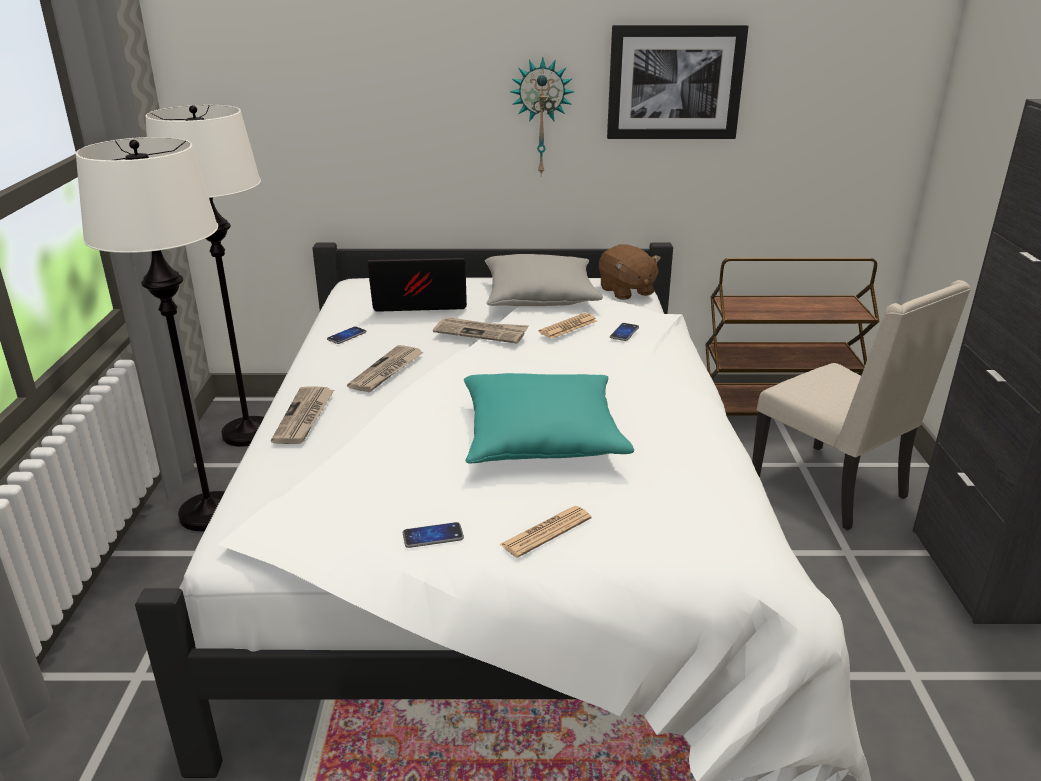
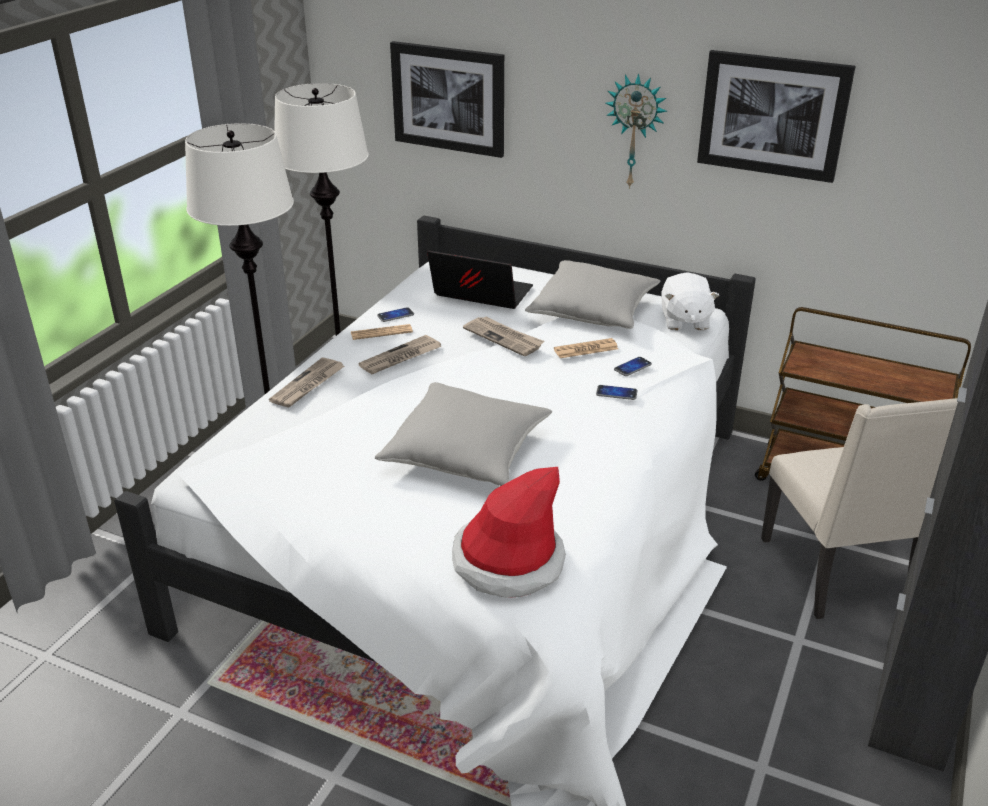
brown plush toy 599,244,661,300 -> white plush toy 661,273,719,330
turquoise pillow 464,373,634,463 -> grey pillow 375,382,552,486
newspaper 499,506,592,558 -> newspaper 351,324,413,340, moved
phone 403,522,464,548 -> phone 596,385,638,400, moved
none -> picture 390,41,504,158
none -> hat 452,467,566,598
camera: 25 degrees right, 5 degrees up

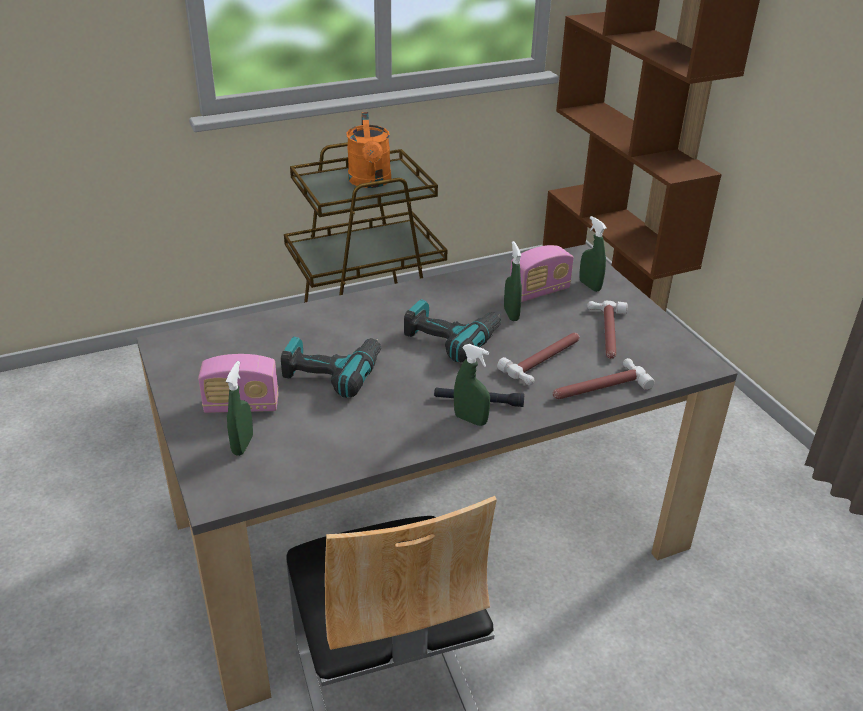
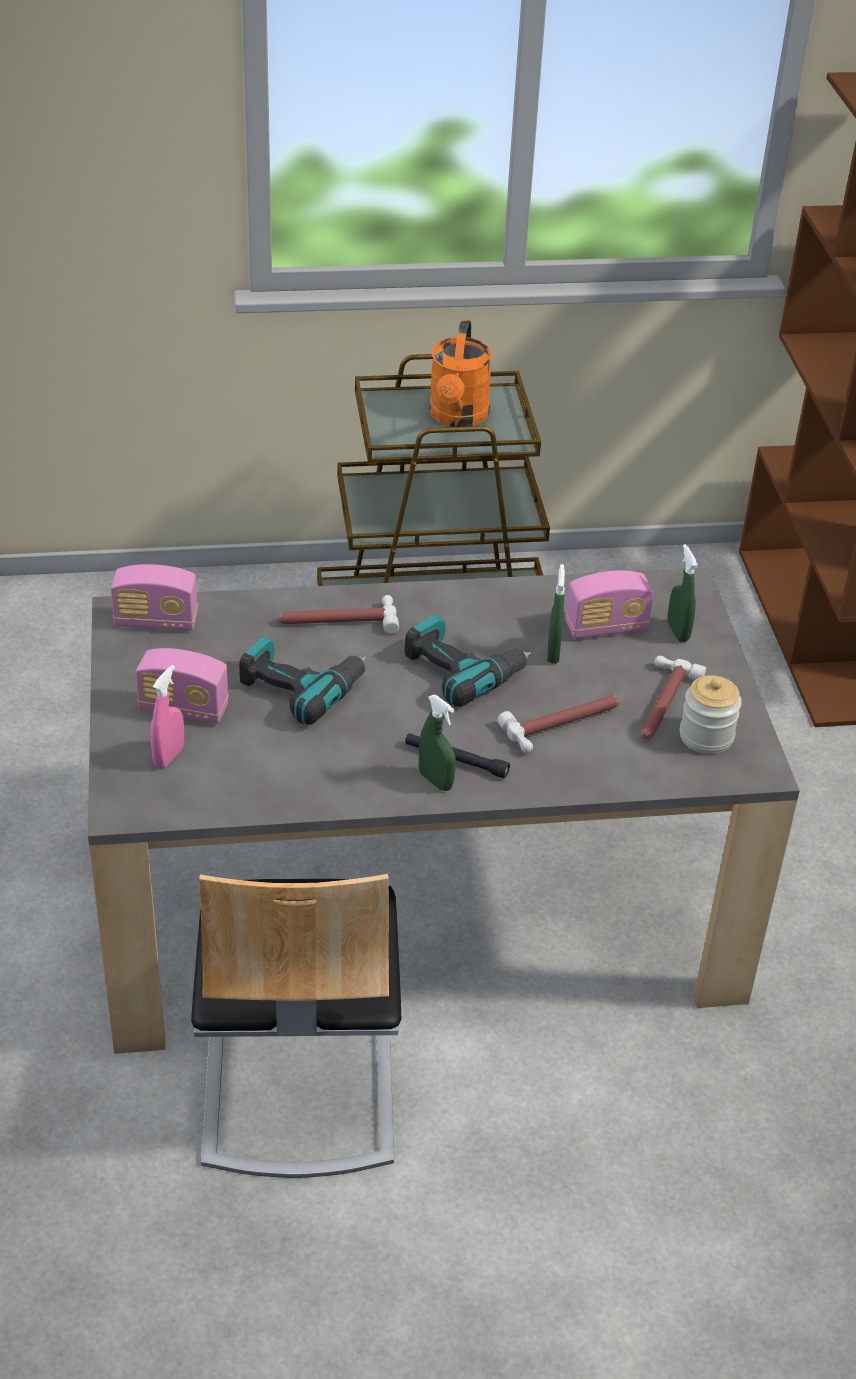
hammer 553,358,655,399 -> hammer 277,595,399,634, moved
green spray bottle 226,361,253,456 -> pink spray bottle 150,665,184,768
none -> radio 111,564,198,631
none -> jar 680,675,742,754
camera: 15 degrees right, 5 degrees up

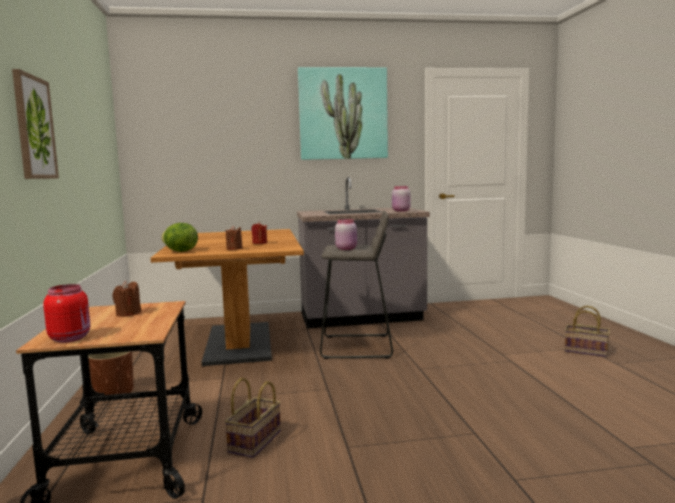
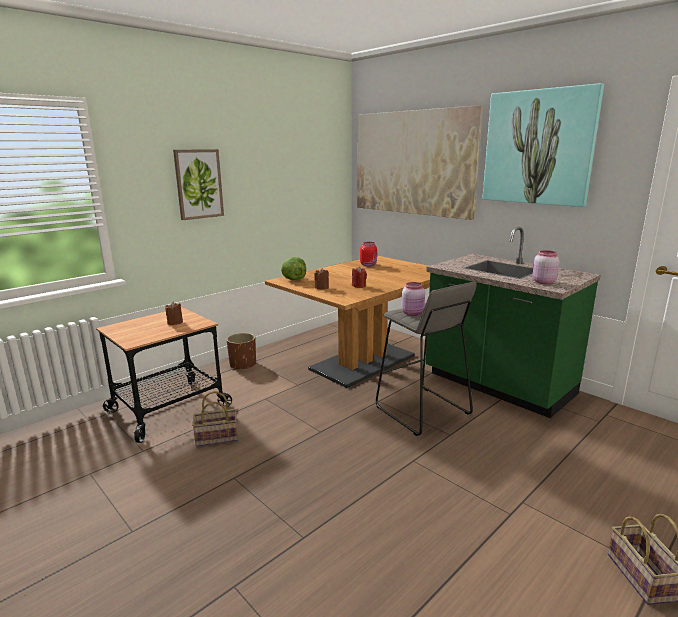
grey counter 297,177,430,329 -> green counter 426,227,601,418
red jar 43,284,90,343 -> red jar 360,242,377,267, moved
none -> picture 357,105,483,220
camera: 55 degrees right, 10 degrees up

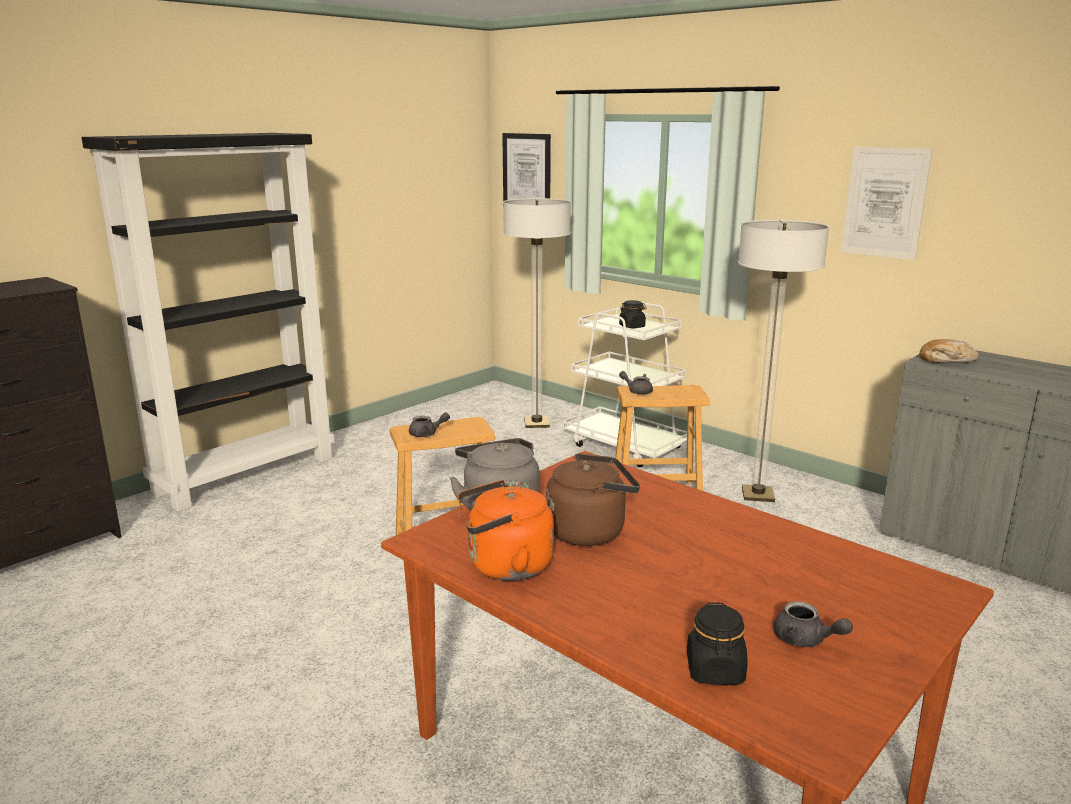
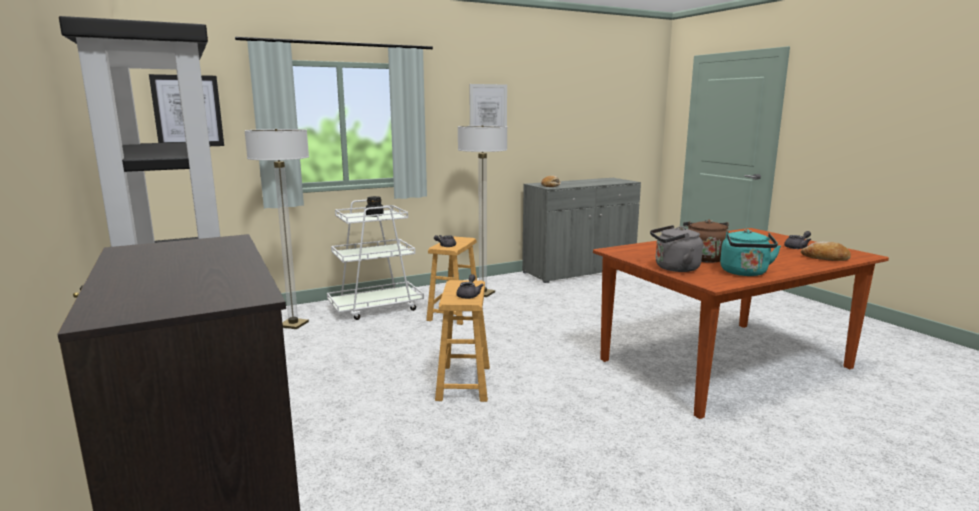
orange kettle 458,480,554,581 -> turquoise kettle 720,229,781,276
black jar 687,602,748,685 -> bread 801,242,851,261
camera: 70 degrees left, 5 degrees down

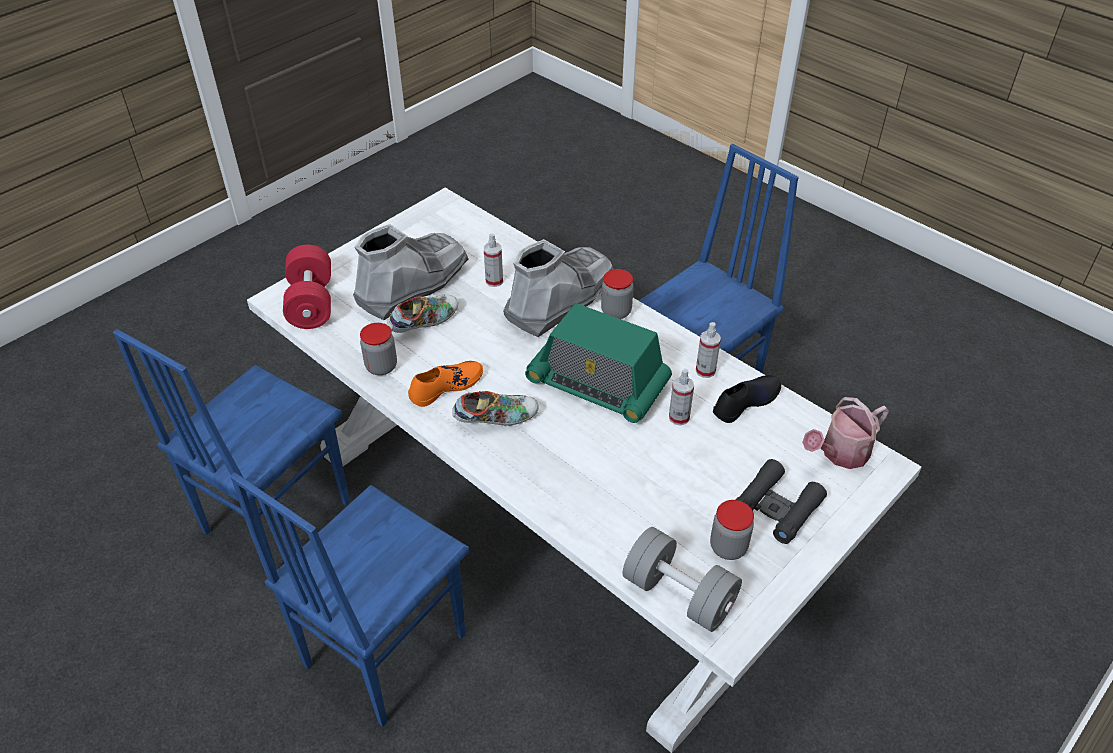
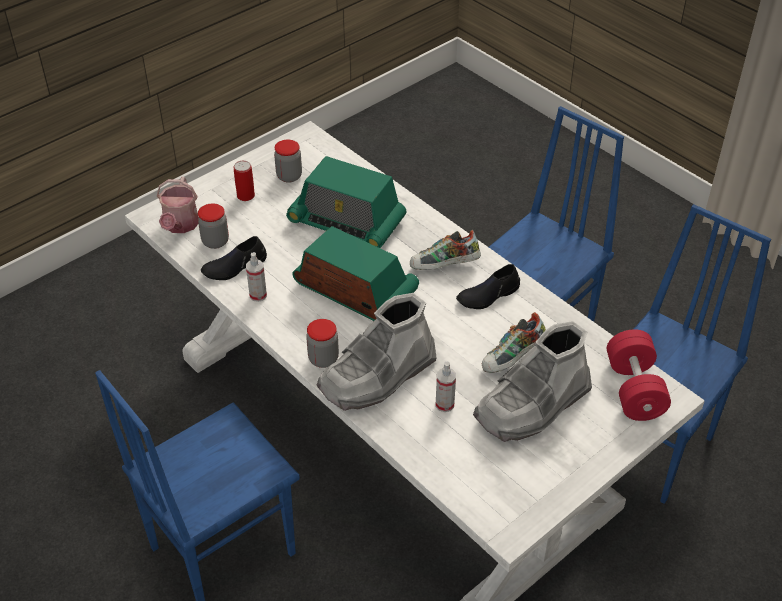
jar 360,323,397,375 -> jar 198,203,229,249, moved
orange shoe 408,361,483,407 -> black shoe 456,264,520,309
spray bottle 669,368,694,426 -> none
watering can 802,397,889,469 -> watering can 157,177,198,233, 120 degrees clockwise
black binoculars 735,459,827,544 -> can 234,161,255,201
grey dumbbell 623,527,742,632 -> none
none -> radio 286,156,407,248
camera: 175 degrees left, 0 degrees up

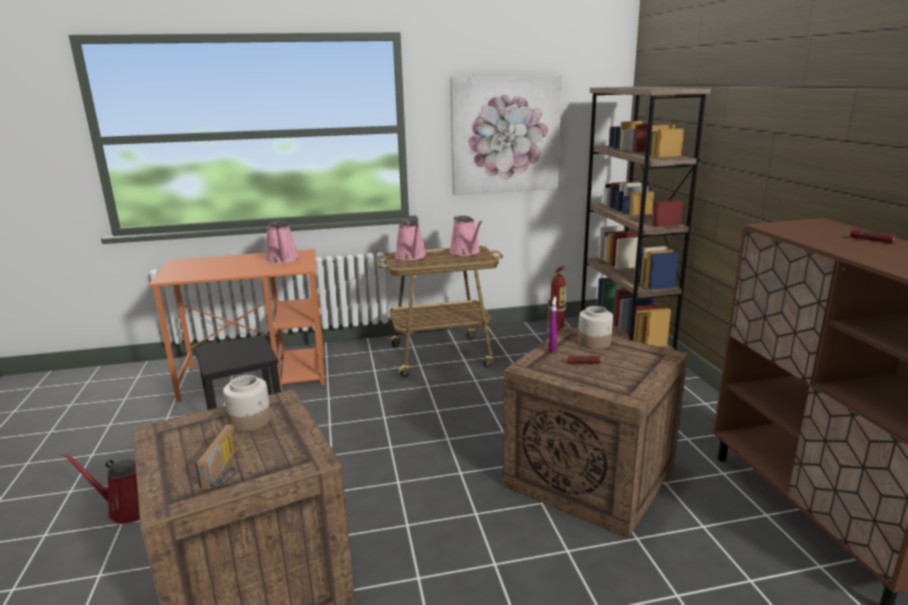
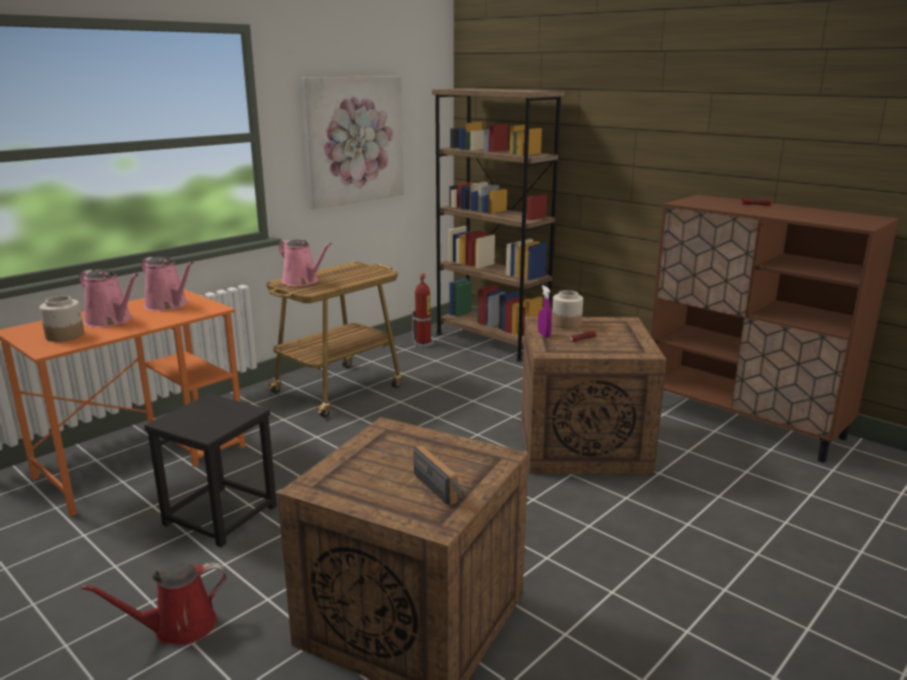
pink watering can 449,215,482,256 -> pink watering can 79,269,138,327, moved
jar 223,375,271,432 -> jar 39,296,84,342, moved
camera: 35 degrees left, 0 degrees up

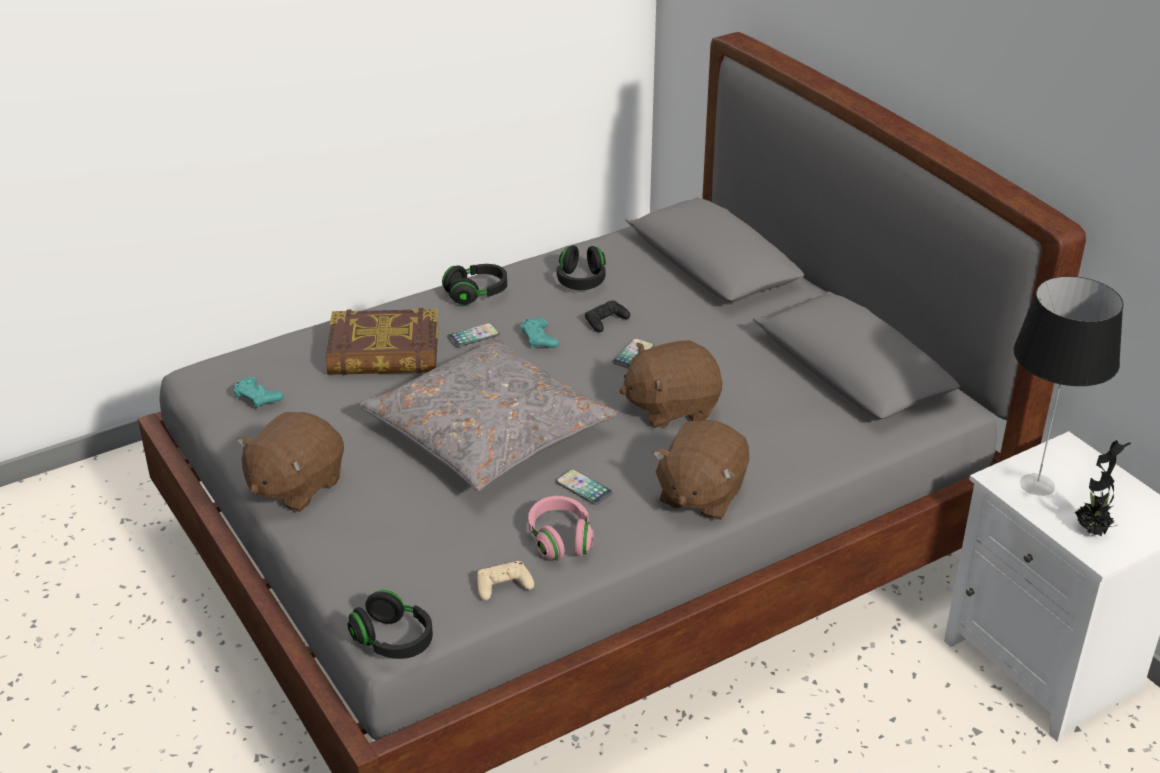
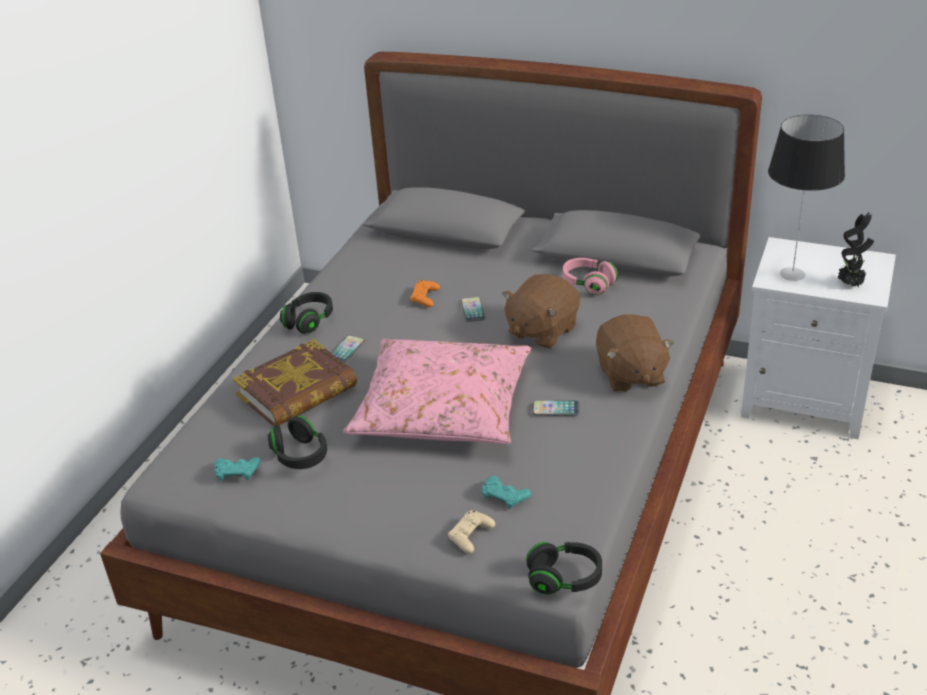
black headphones 557,245,606,290 -> black headphones 268,416,327,469, moved
black game controller 585,301,630,332 -> orange game controller 410,280,440,307
turquoise game controller 521,318,559,348 -> turquoise game controller 482,476,531,509, moved
grey pillow 358,338,618,491 -> pink pillow 343,339,531,445
brown plush toy 237,412,344,512 -> none
pink headphones 528,496,594,561 -> pink headphones 563,258,618,295, moved
beige game controller 477,561,534,601 -> beige game controller 448,510,495,554, moved
camera: 35 degrees left, 0 degrees up

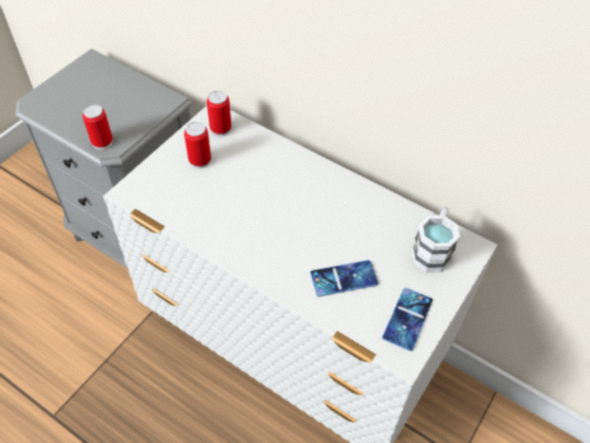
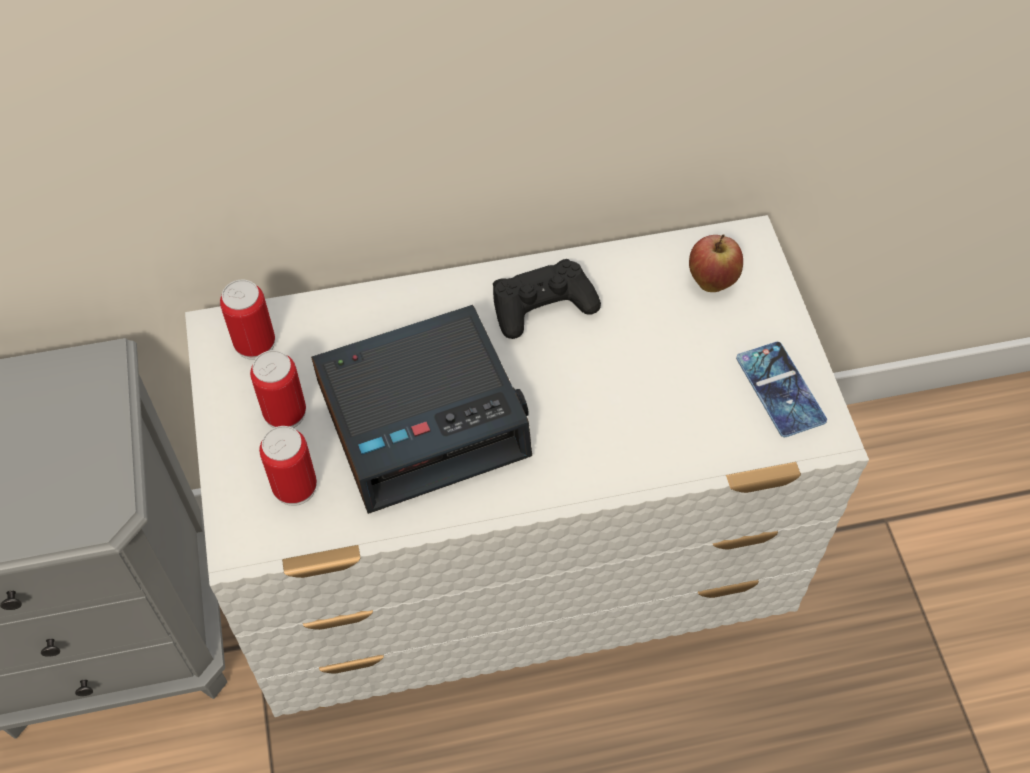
can 83,105,113,150 -> can 259,426,317,506, moved
white mug 412,206,460,273 -> apple 689,234,743,292
phone 310,260,378,297 -> none
none -> black game controller 493,259,601,339
none -> alarm clock 311,305,532,514
camera: 45 degrees left, 5 degrees up

